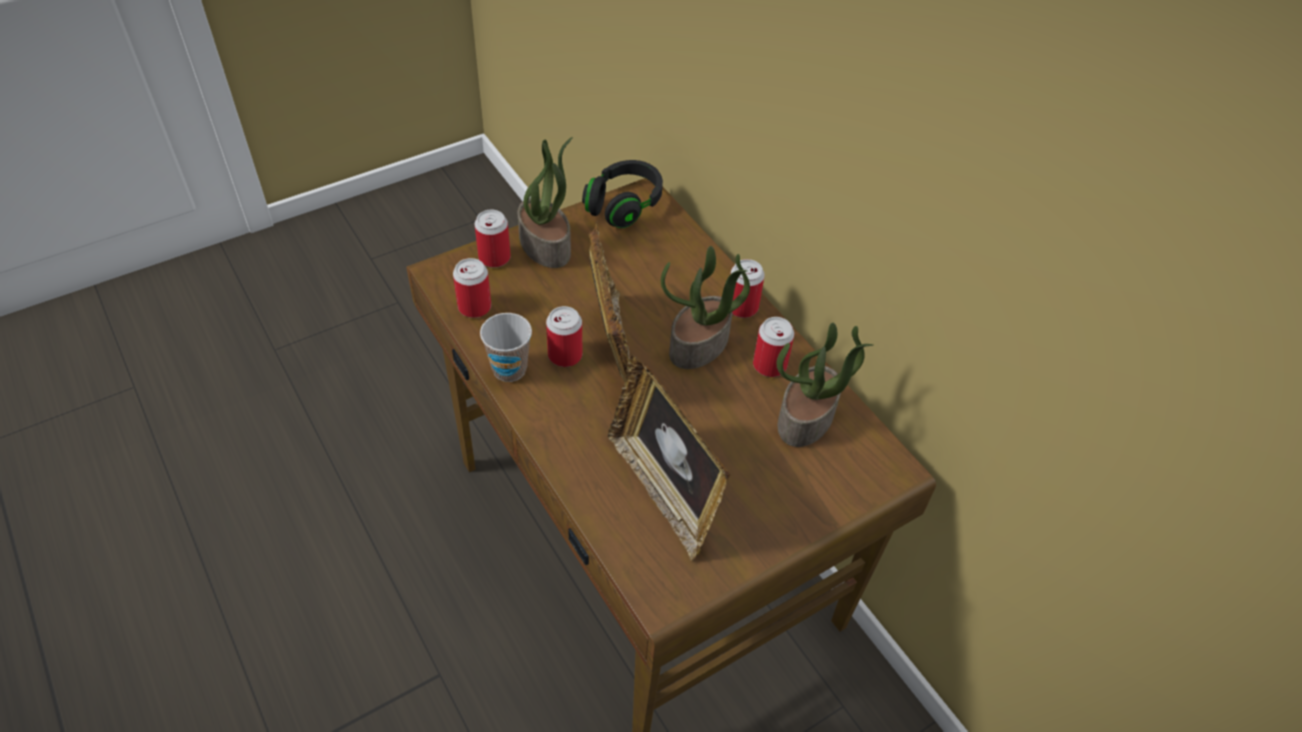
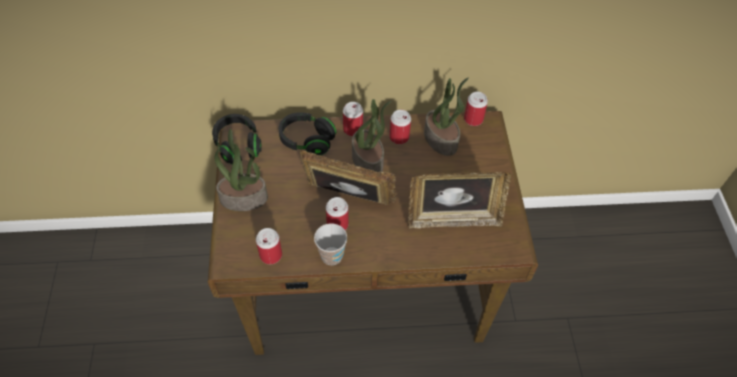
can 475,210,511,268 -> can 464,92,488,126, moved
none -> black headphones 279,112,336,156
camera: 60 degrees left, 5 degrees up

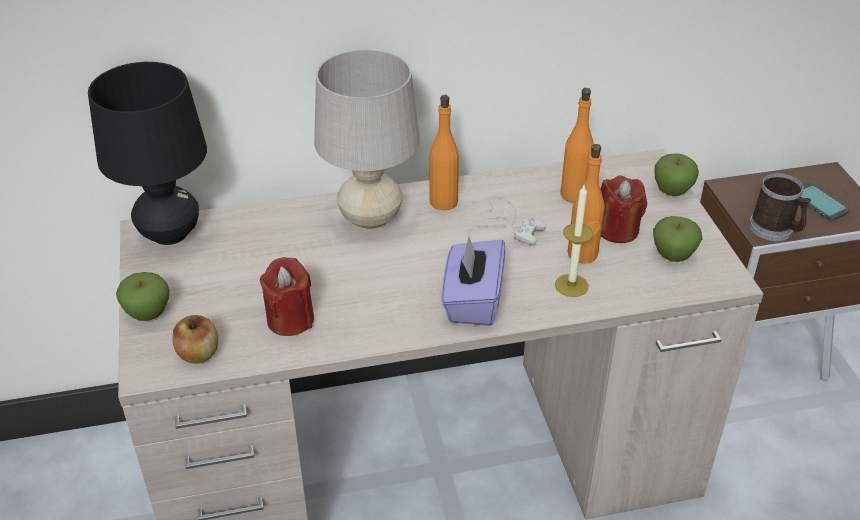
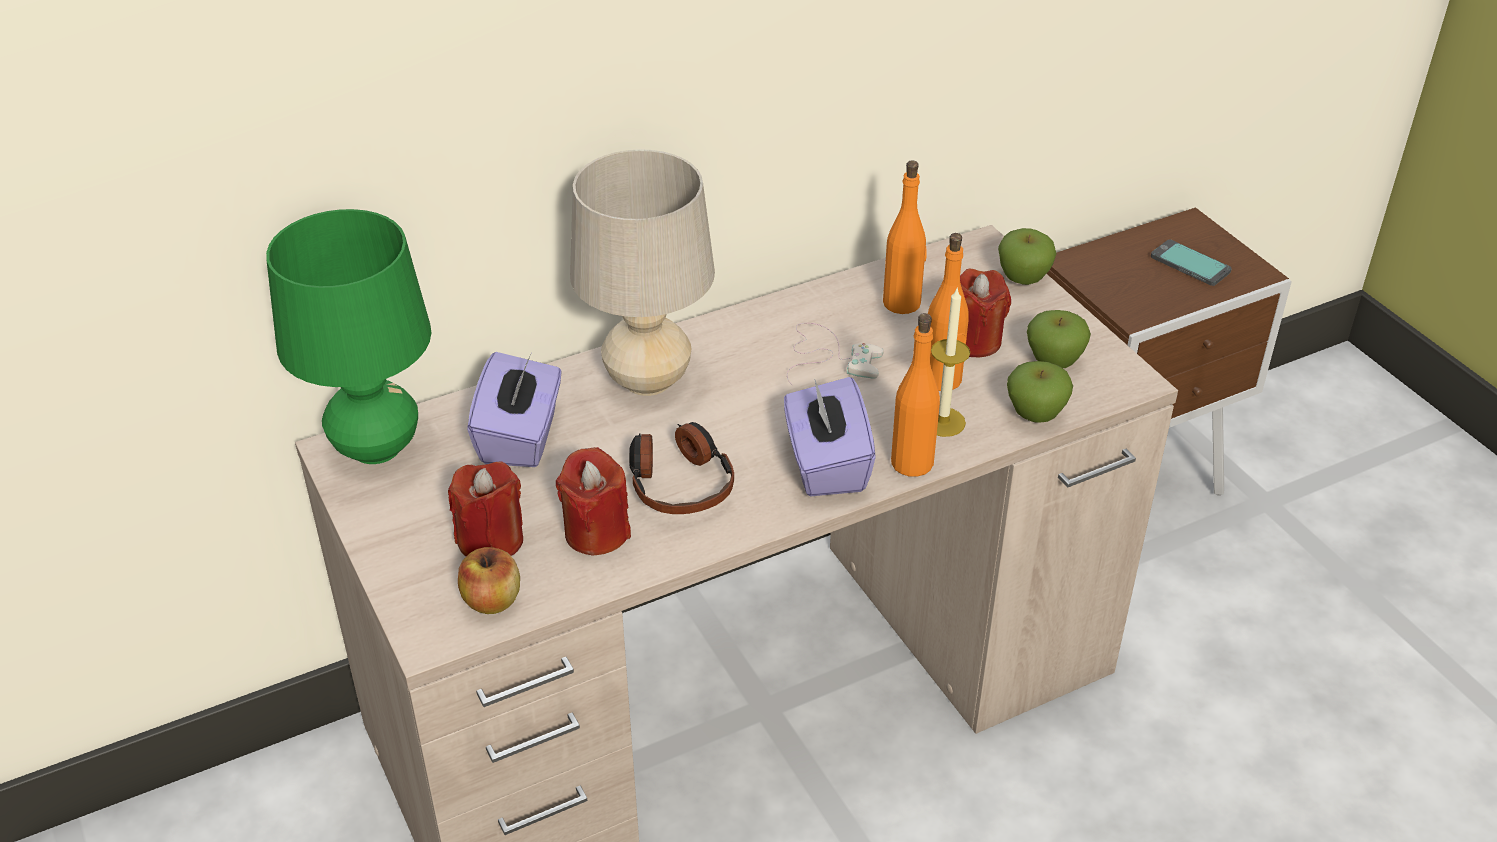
black table lamp 88,62,207,245 -> green table lamp 266,209,431,464
orange bottle 430,95,459,210 -> orange bottle 891,313,940,477, moved
mug 749,173,811,241 -> none
apple 116,272,170,321 -> apple 1007,361,1073,423, moved
none -> purple tissue box 467,352,562,467
none -> headphones 629,422,734,514
none -> red candle 448,461,523,556
camera: 15 degrees left, 0 degrees up

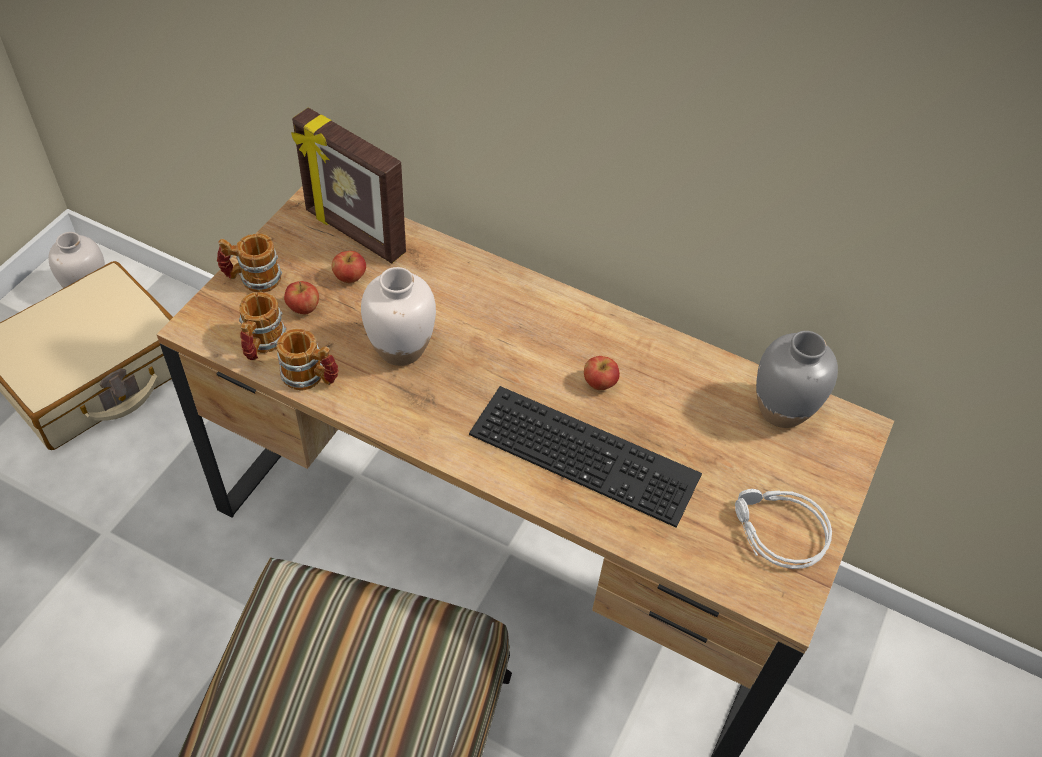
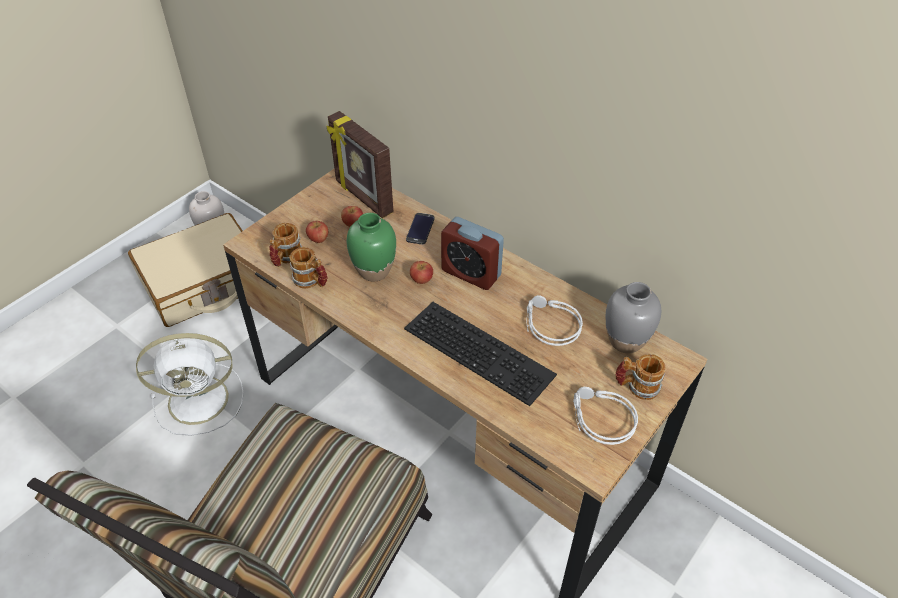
mug 217,234,282,292 -> mug 615,354,666,400, moved
white vase 361,267,436,366 -> green vase 346,213,396,282
apple 584,356,620,390 -> apple 410,261,433,284, moved
none -> phone 406,213,435,244
none -> alarm clock 441,217,504,290
none -> grey headphones 527,295,583,346
none -> white fan 136,333,244,436
camera: 15 degrees right, 5 degrees down

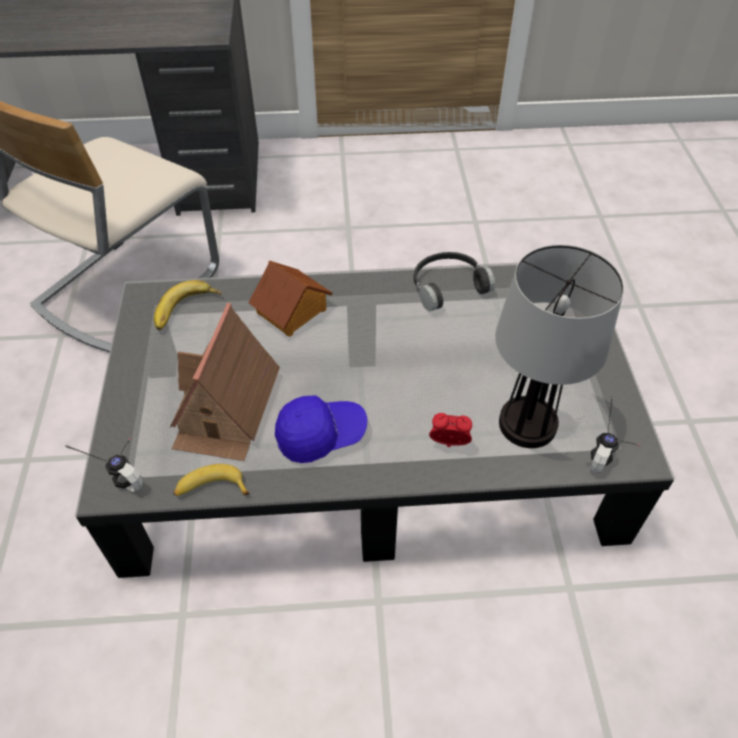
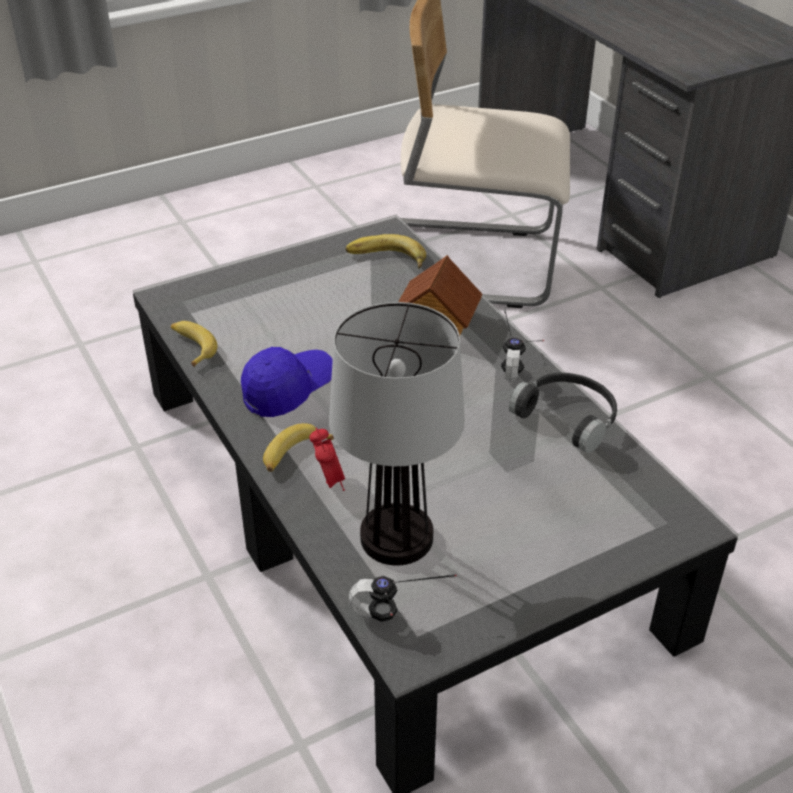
toy house 170,303,280,461 -> none
blue cap 275,396,368,463 -> blue cap 241,347,333,417, 90 degrees counterclockwise
headphones 65,438,144,492 -> headphones 501,308,544,381, moved
none -> banana 263,423,334,472
camera: 65 degrees right, 10 degrees down

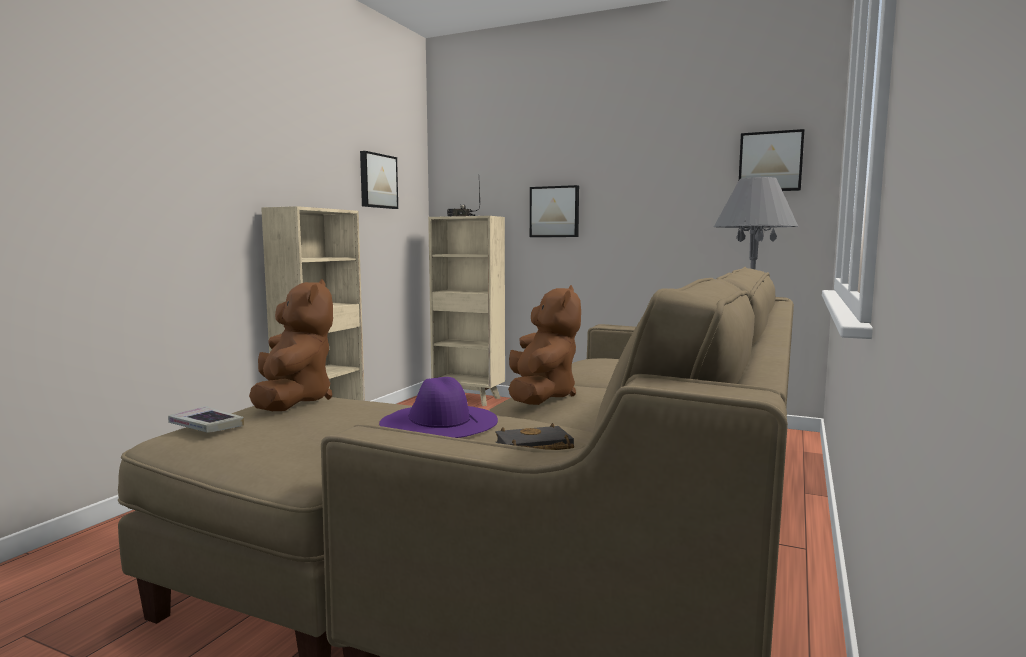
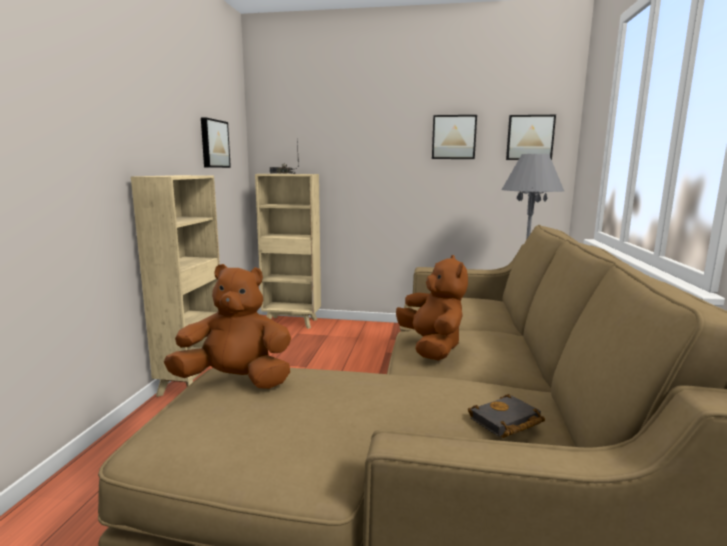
picture 530,185,579,237 -> picture 432,115,477,159, moved
brown plush toy 249,279,333,411 -> brown plush toy 164,264,291,389, 60 degrees counterclockwise
purple hat 379,377,498,438 -> none
book 168,406,244,433 -> none
camera: 15 degrees left, 5 degrees up

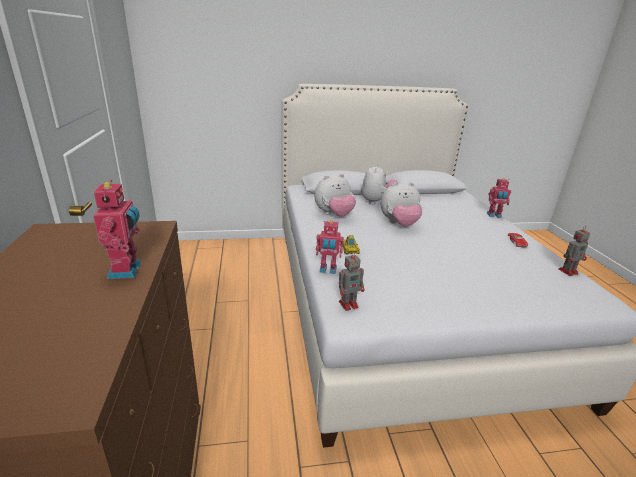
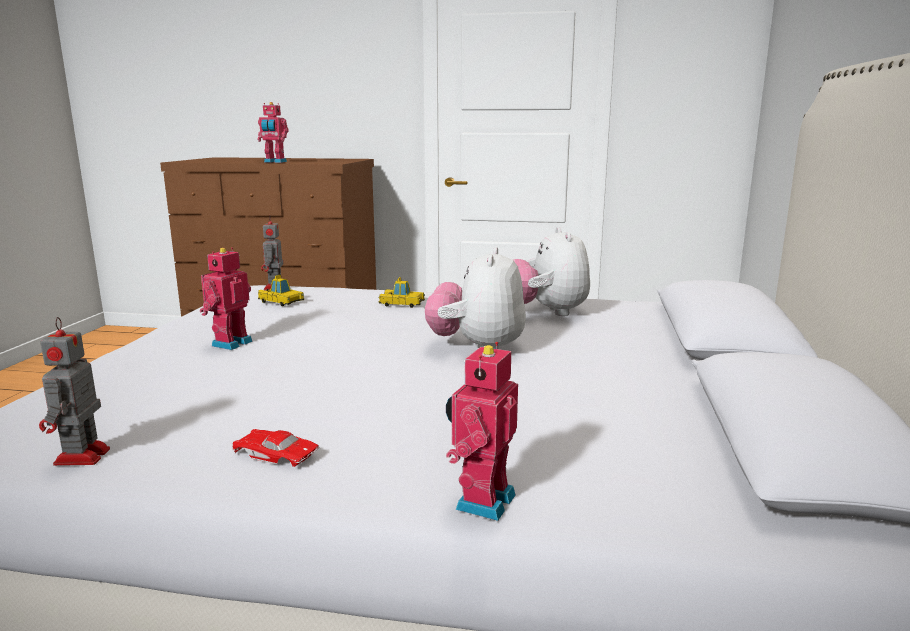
plush toy 361,164,398,204 -> none
toy robot 316,221,344,274 -> toy robot 200,247,253,350, moved
none -> toy car 258,275,304,306
camera: 110 degrees right, 10 degrees down

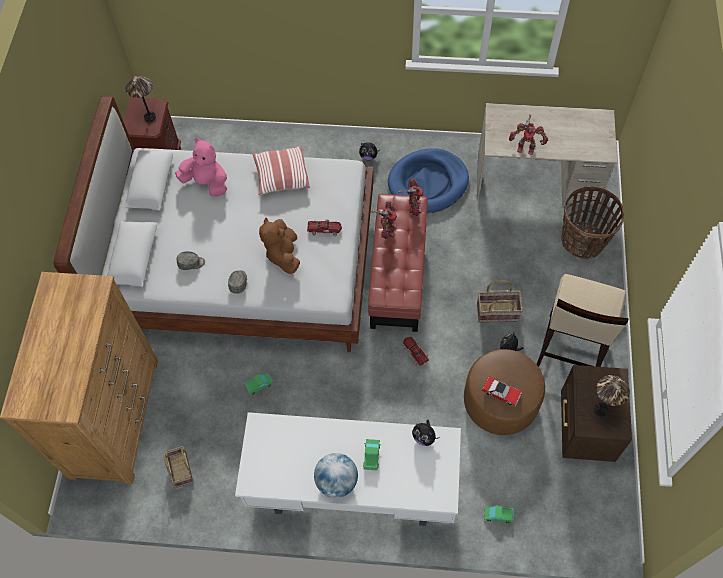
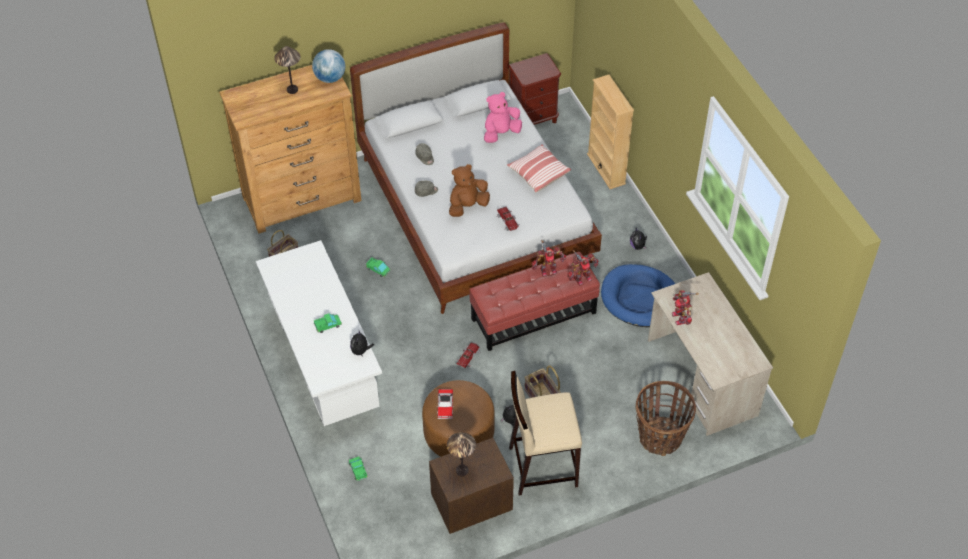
table lamp 126,75,156,122 -> table lamp 274,46,301,94, moved
pink plush toy 175,138,227,197 -> pink plush toy 484,92,522,143, 120 degrees counterclockwise
globe 314,453,358,498 -> globe 312,49,345,83, moved
none -> beige bookcase 587,75,634,189
camera: 60 degrees right, 10 degrees down

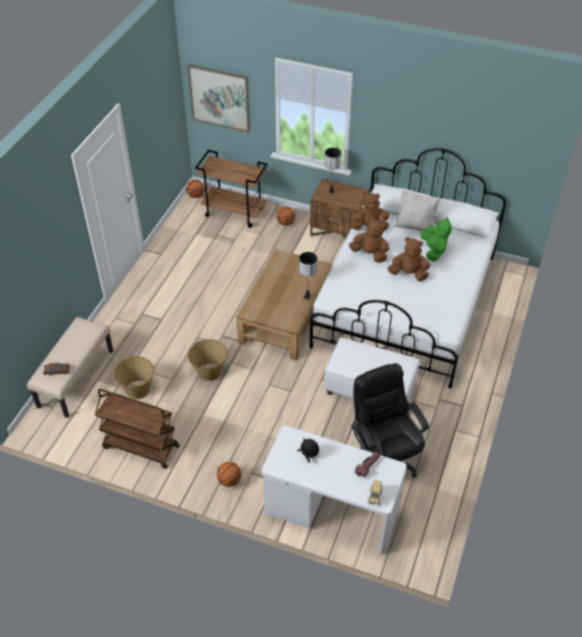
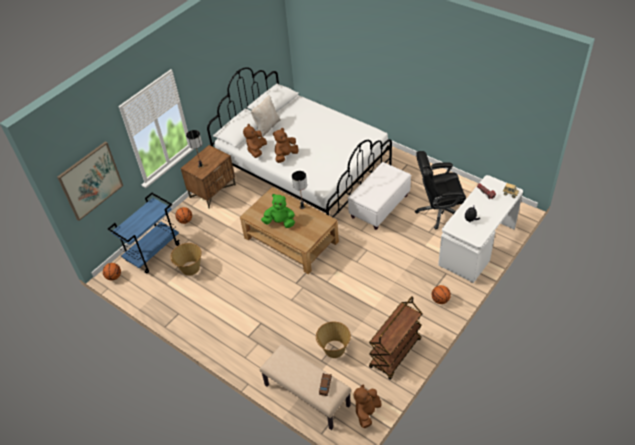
brown cart 195,150,268,228 -> blue cart 108,193,180,274
green plush toy 420,217,452,262 -> green plush toy 261,194,295,228, moved
brown plush toy 387,237,430,281 -> brown plush toy 354,385,382,428, moved
basket 188,339,227,381 -> basket 170,243,202,276, moved
camera: 70 degrees left, 0 degrees up

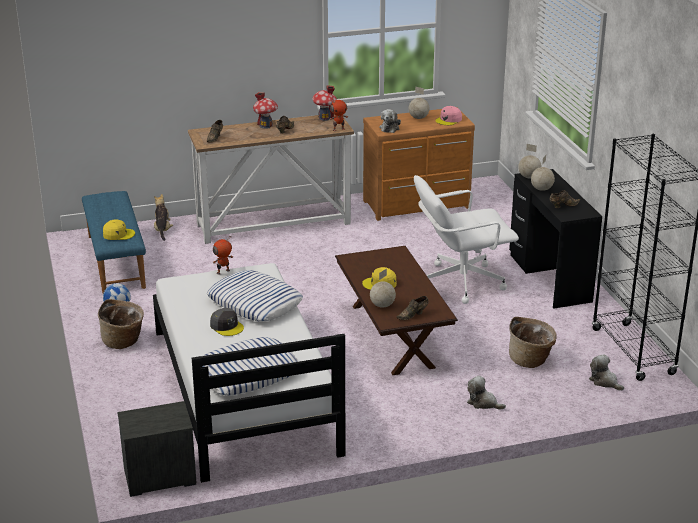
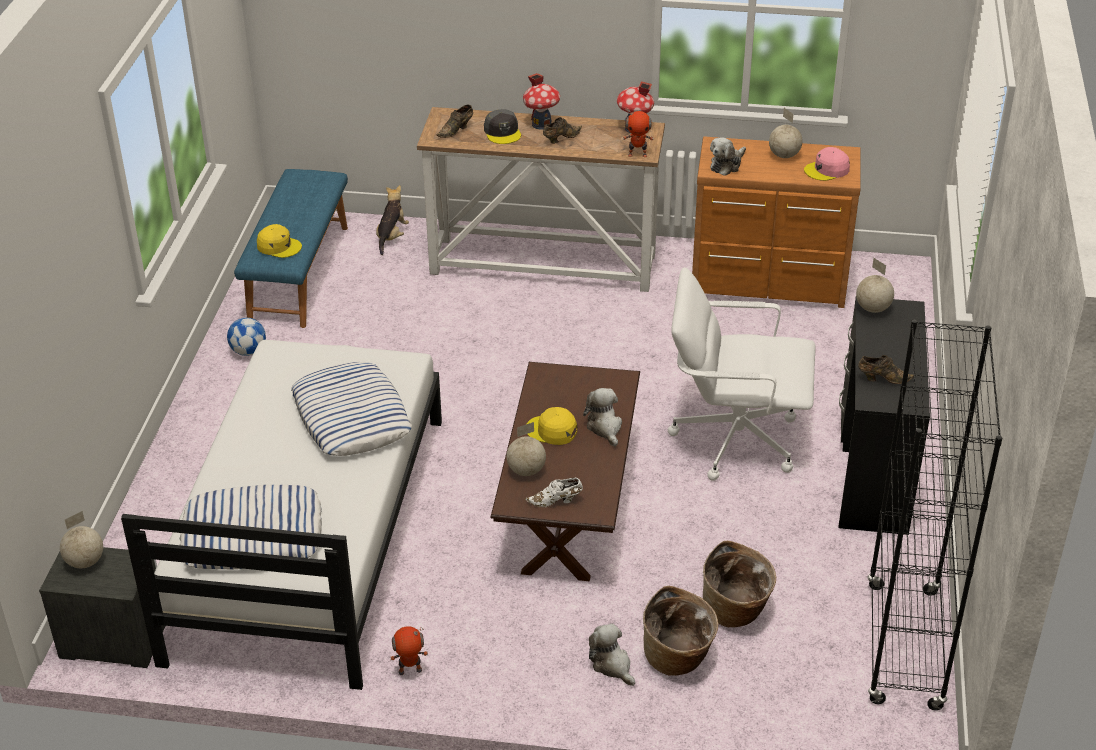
globe 531,155,555,191 -> globe 60,511,103,568, moved
toy robot 213,236,233,275 -> toy robot 390,626,428,675, moved
brown shoe 396,296,429,320 -> white shoe 525,478,583,507
basket 98,299,144,349 -> basket 643,586,718,676, moved
grey cap 210,308,244,336 -> grey cap 484,109,521,144, moved
plush toy 589,355,624,391 -> plush toy 583,388,622,447, moved
camera: 25 degrees right, 10 degrees up

